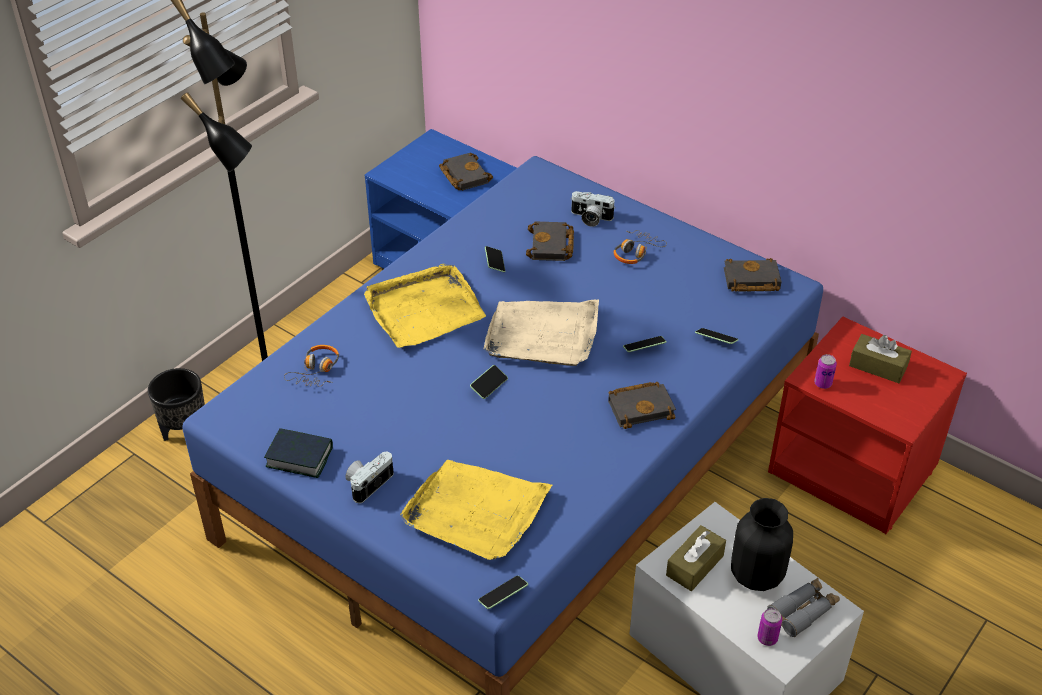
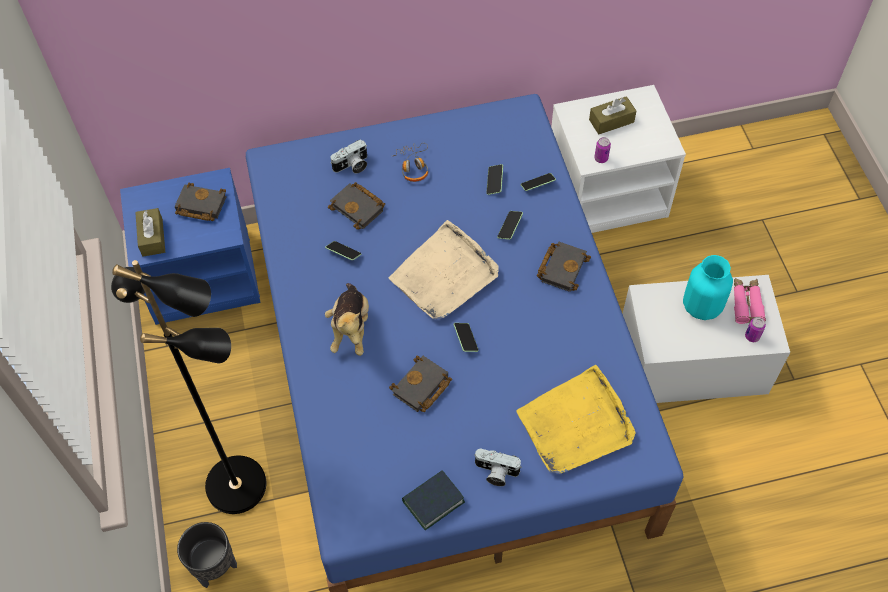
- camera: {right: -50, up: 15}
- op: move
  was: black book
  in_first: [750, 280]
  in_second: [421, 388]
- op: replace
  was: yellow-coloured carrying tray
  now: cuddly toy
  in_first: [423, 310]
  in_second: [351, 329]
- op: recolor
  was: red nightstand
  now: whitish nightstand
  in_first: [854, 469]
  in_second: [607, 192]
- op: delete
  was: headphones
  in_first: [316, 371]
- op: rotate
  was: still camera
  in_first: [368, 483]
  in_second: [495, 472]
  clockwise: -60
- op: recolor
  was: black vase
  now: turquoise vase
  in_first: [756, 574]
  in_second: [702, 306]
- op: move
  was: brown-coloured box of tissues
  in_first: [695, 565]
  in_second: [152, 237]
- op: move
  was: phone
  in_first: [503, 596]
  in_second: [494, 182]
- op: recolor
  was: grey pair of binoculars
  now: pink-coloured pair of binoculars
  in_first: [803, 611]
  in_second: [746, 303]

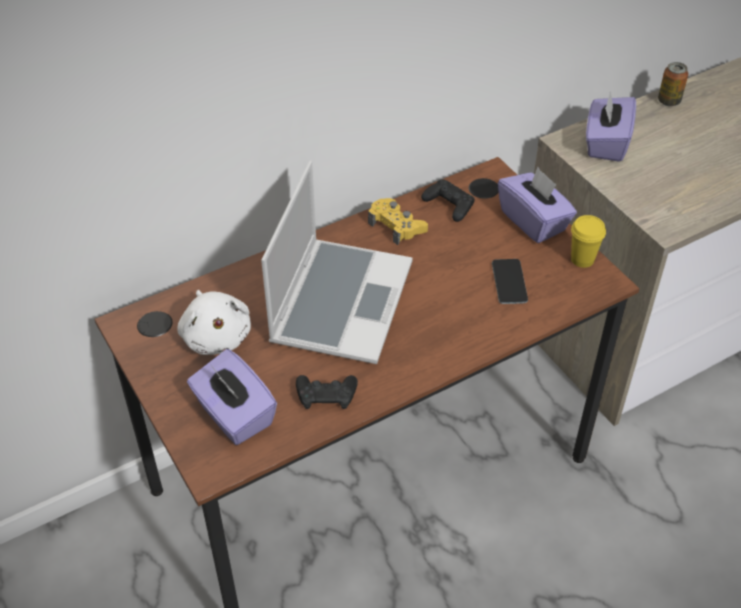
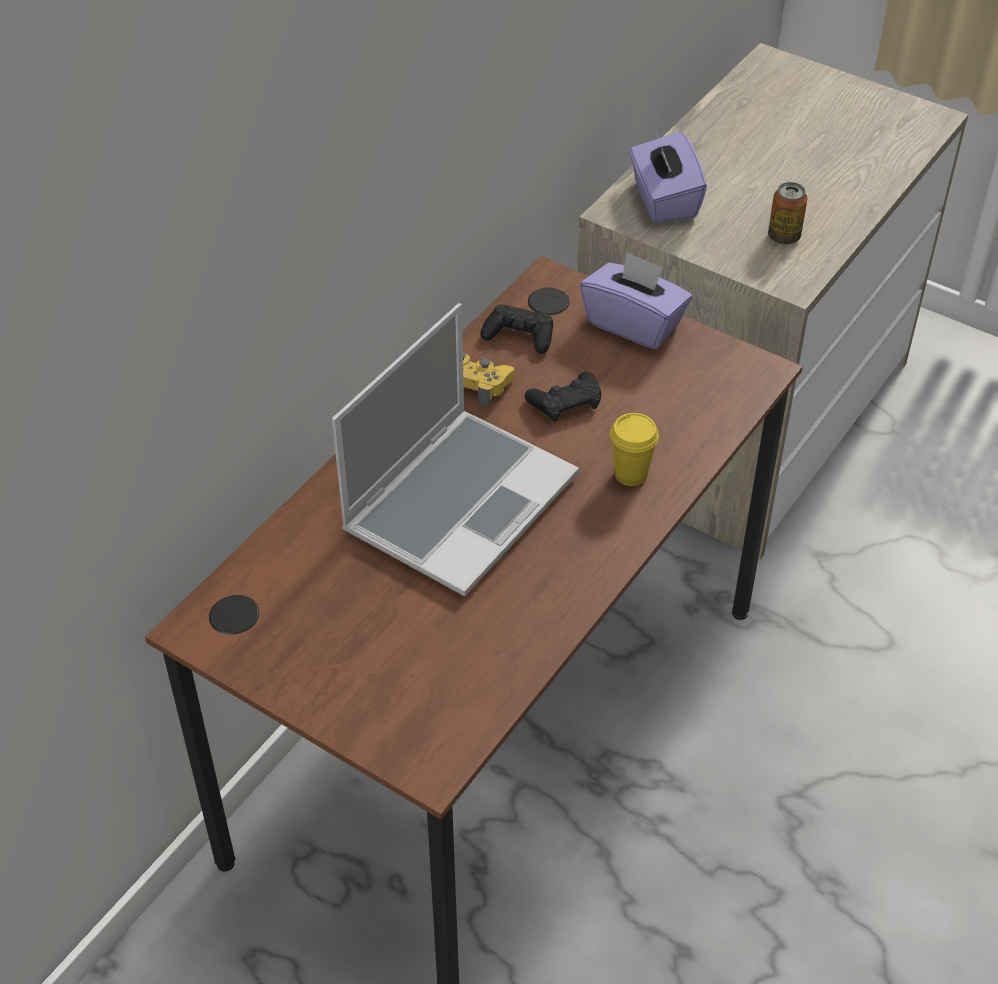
- camera: {right: -25, up: 0}
- op: move
  was: can
  in_first: [669, 101]
  in_second: [784, 237]
- op: rotate
  was: portable computer
  in_first: [340, 301]
  in_second: [460, 501]
  clockwise: 45
- op: move
  was: yellow-coloured small cup
  in_first: [582, 259]
  in_second: [630, 474]
- op: delete
  was: phone
  in_first: [509, 282]
- op: delete
  was: whitish cuddly toy
  in_first: [216, 335]
- op: delete
  was: purple box of tissues
  in_first: [234, 415]
- op: move
  was: black game controller
  in_first: [326, 395]
  in_second: [565, 403]

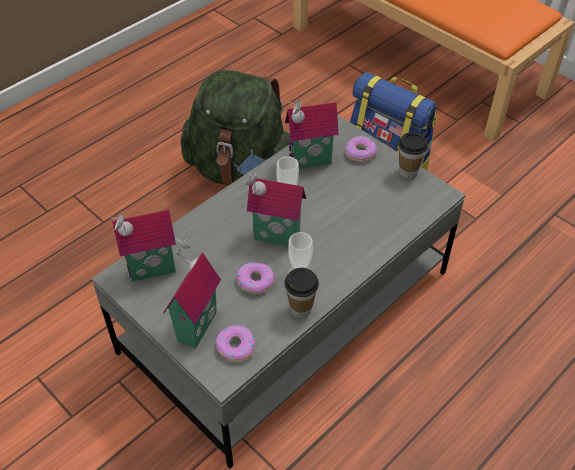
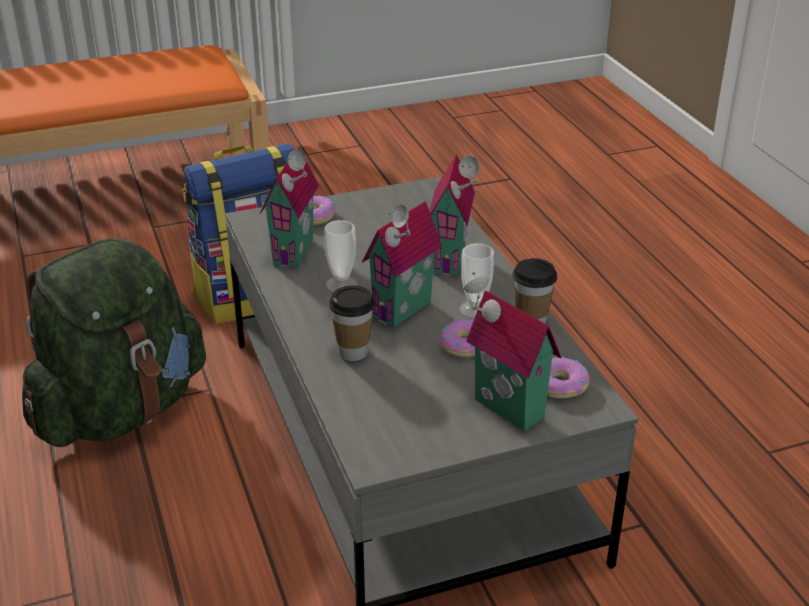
- camera: {right: -65, up: -15}
- op: move
  was: small cup
  in_first: [408, 172]
  in_second: [353, 352]
- op: move
  was: model house
  in_first: [152, 272]
  in_second: [453, 261]

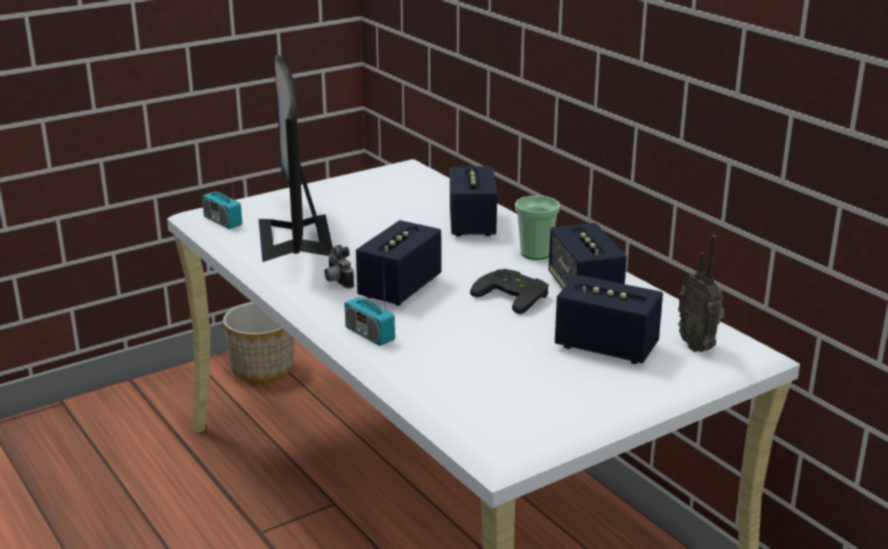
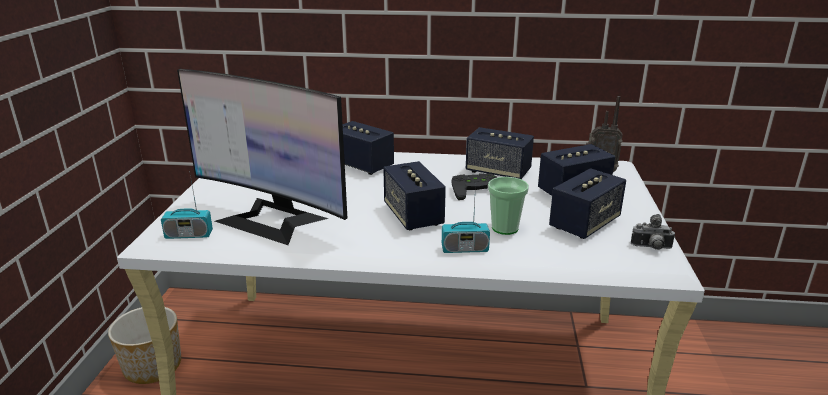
- camera: {right: -50, up: 0}
- op: move
  was: small cup
  in_first: [535, 253]
  in_second: [505, 228]
- op: move
  was: still camera
  in_first: [337, 282]
  in_second: [651, 248]
- op: insert
  now: audio speaker
  in_second: [584, 224]

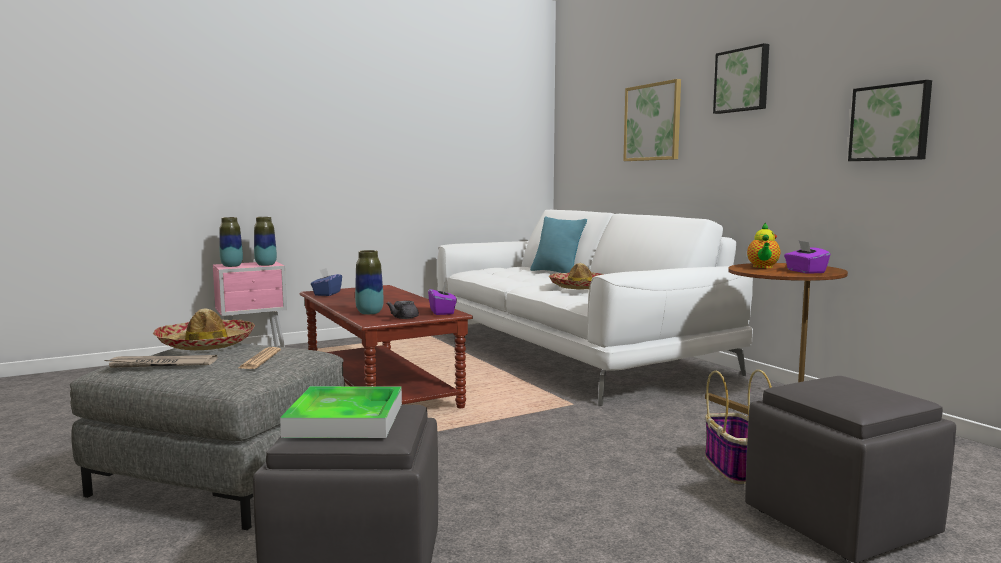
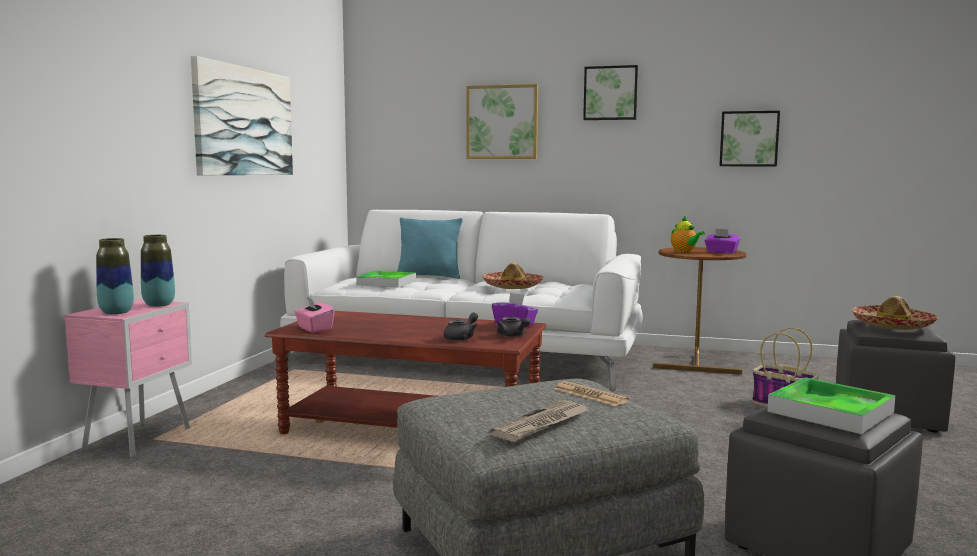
- camera: {right: -45, up: 0}
- op: replace
  was: vase
  now: grey tea pot
  in_first: [369, 313]
  in_second: [462, 338]
- op: recolor
  was: bluish box of tissues
  now: pink-coloured box of tissues
  in_first: [327, 294]
  in_second: [314, 329]
- op: move
  was: wearable hat
  in_first: [206, 344]
  in_second: [893, 325]
- op: insert
  now: picture
  in_second: [244, 121]
- op: insert
  now: carrying tray
  in_second: [386, 283]

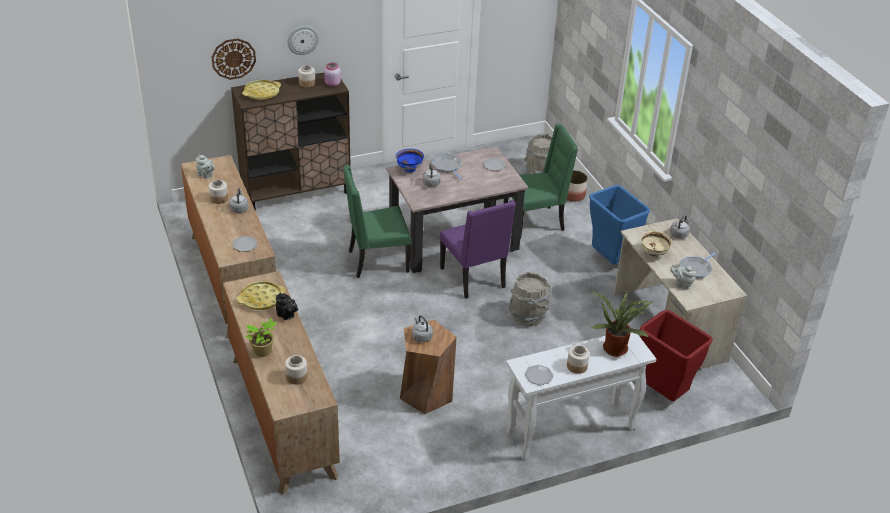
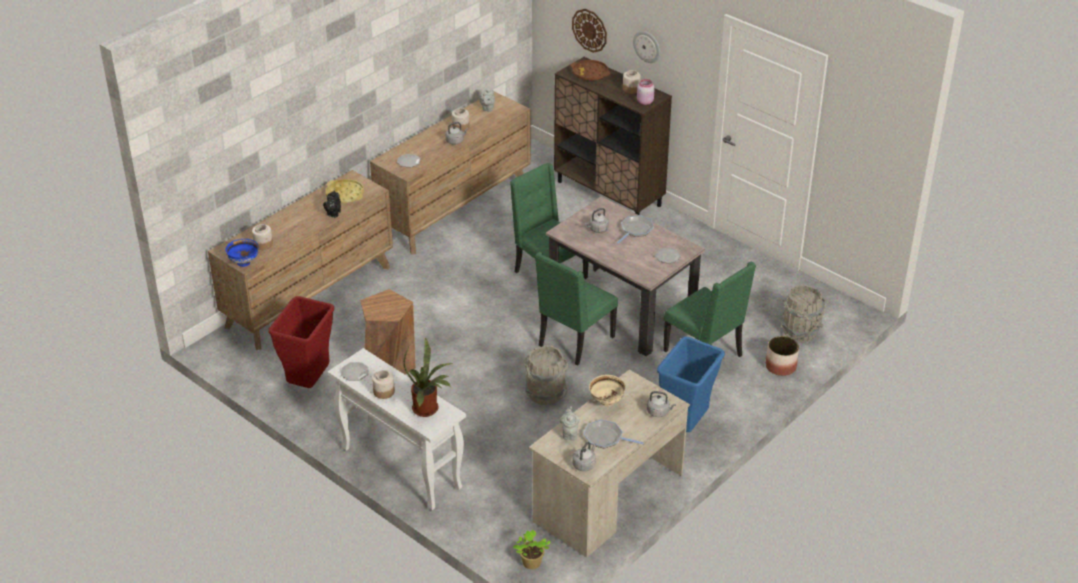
- camera: {right: 65, up: 0}
- op: recolor
  was: yellow-coloured carrying tray
  now: brown-coloured carrying tray
  in_first: [262, 93]
  in_second: [590, 73]
- op: move
  was: bluish serving bowl
  in_first: [409, 169]
  in_second: [243, 262]
- op: recolor
  was: purple plain chair
  now: green-coloured plain chair
  in_first: [474, 278]
  in_second: [574, 342]
- op: move
  was: red rubbish bin
  in_first: [662, 394]
  in_second: [309, 382]
- op: move
  was: grey tea kettle
  in_first: [421, 336]
  in_second: [584, 464]
- op: move
  was: houseplant
  in_first: [263, 352]
  in_second: [531, 564]

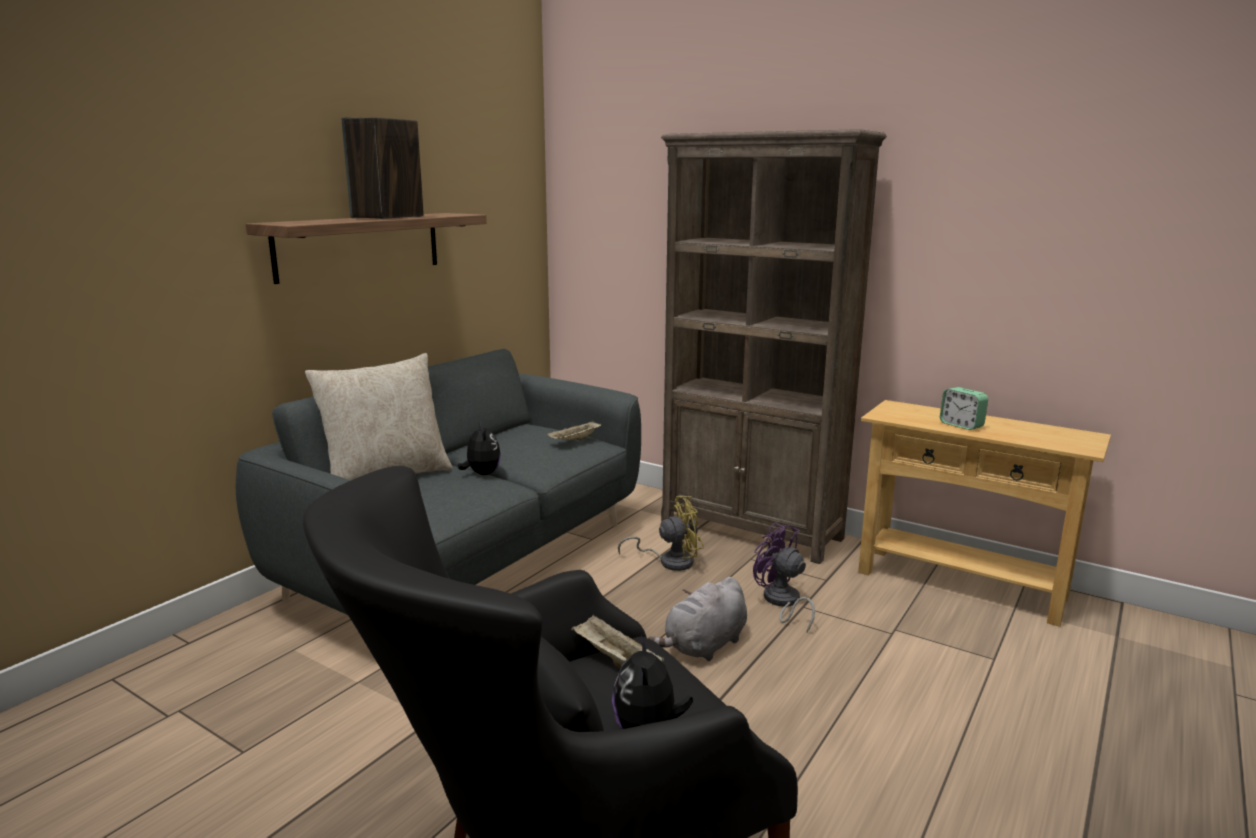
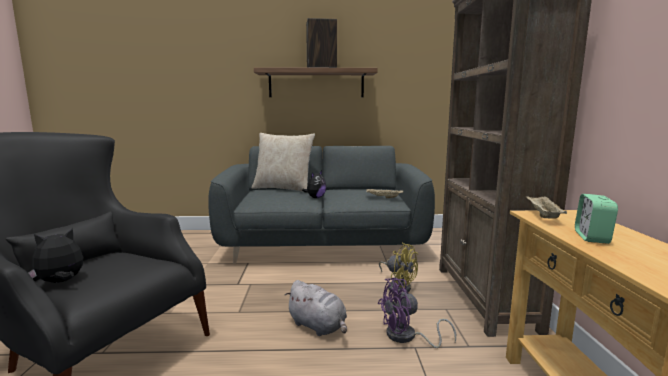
- camera: {right: 55, up: -5}
- op: rotate
  was: purple cooling fan
  in_first: [781, 602]
  in_second: [407, 337]
  clockwise: -120
- op: rotate
  was: grey cuddly toy
  in_first: [704, 646]
  in_second: [318, 326]
  clockwise: -150
- op: move
  was: beige carrying tray
  in_first: [614, 659]
  in_second: [542, 215]

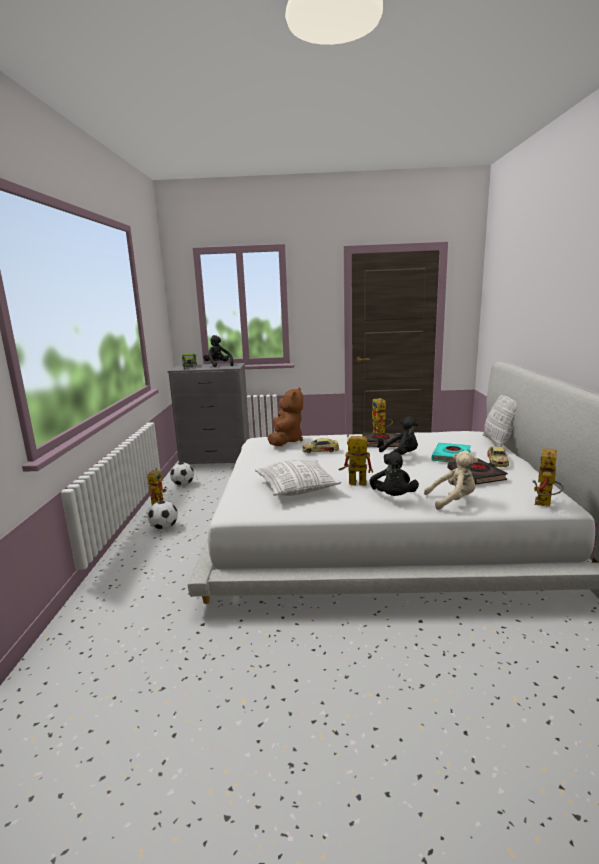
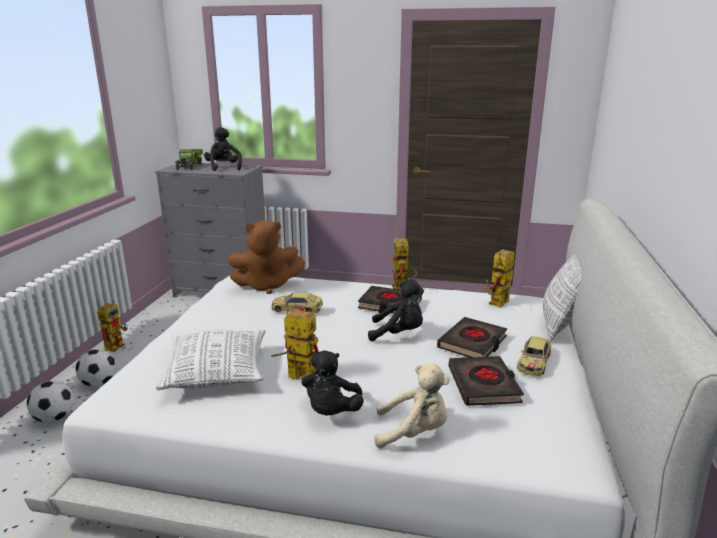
- camera: {right: 10, up: 5}
- op: rotate
  was: brown-coloured cuddly toy
  in_first: [286, 441]
  in_second: [267, 286]
  clockwise: 60
- op: recolor
  was: turquoise book
  now: black book
  in_first: [452, 456]
  in_second: [472, 343]
- op: move
  was: robot figure
  in_first: [545, 504]
  in_second: [498, 305]
- op: move
  was: football
  in_first: [183, 485]
  in_second: [54, 418]

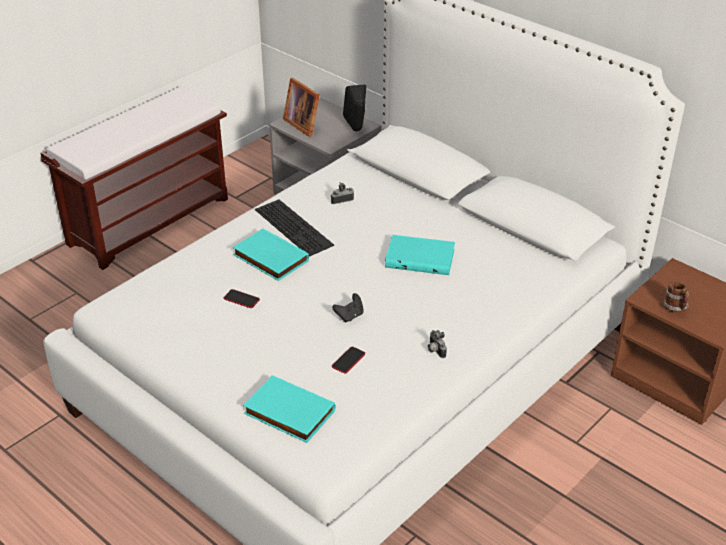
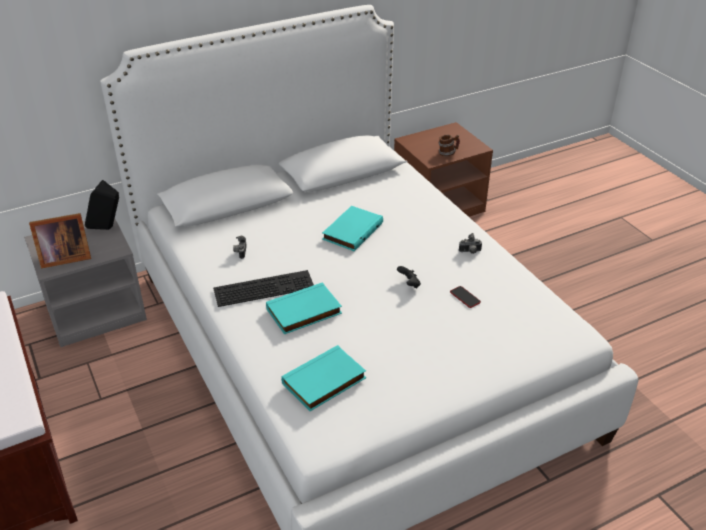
- camera: {right: -70, up: 0}
- op: delete
  was: phone
  in_first: [241, 299]
- op: move
  was: turquoise book
  in_first: [287, 413]
  in_second: [324, 382]

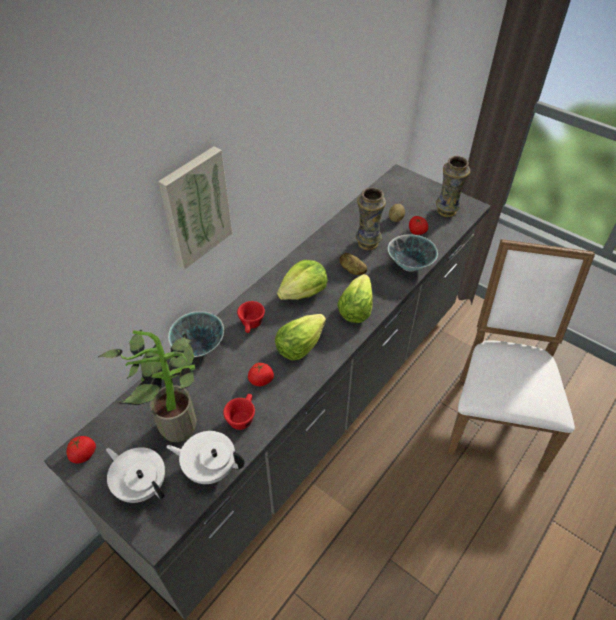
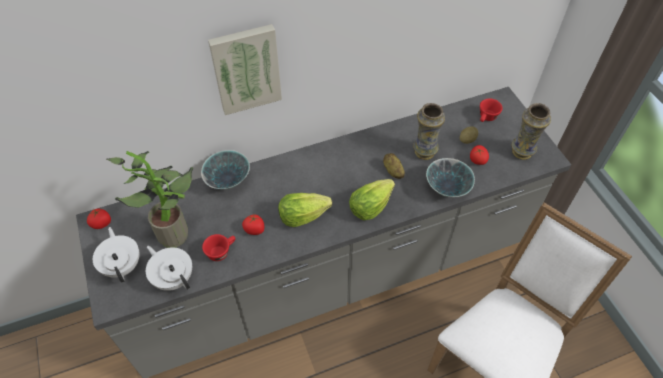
- camera: {right: 30, up: 5}
- op: delete
  was: lettuce
  in_first: [303, 292]
- op: move
  was: red small cup
  in_first: [251, 325]
  in_second: [486, 118]

